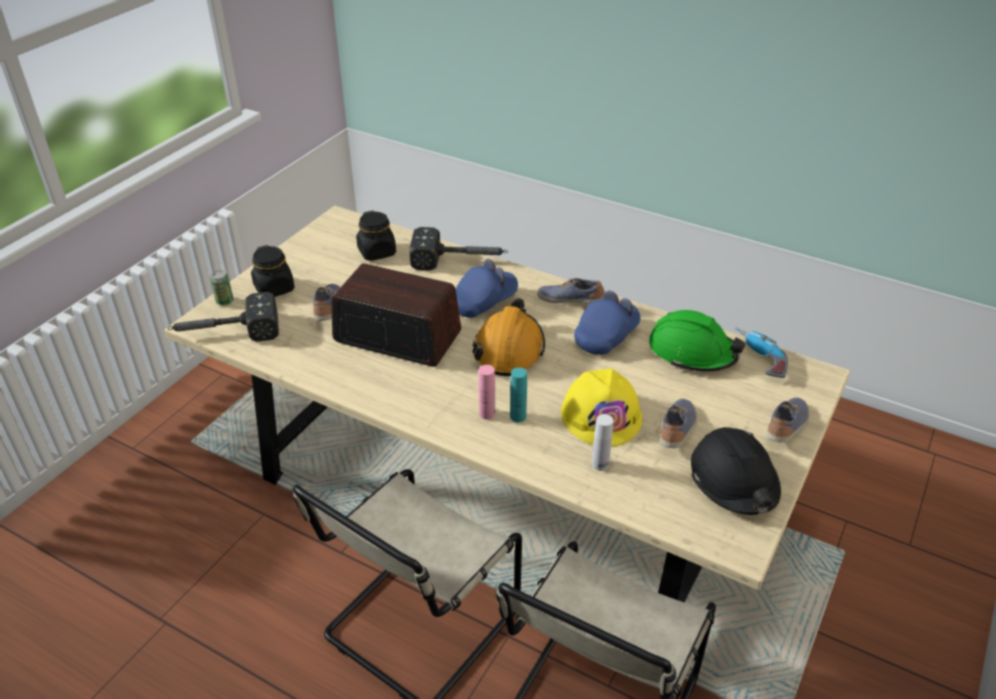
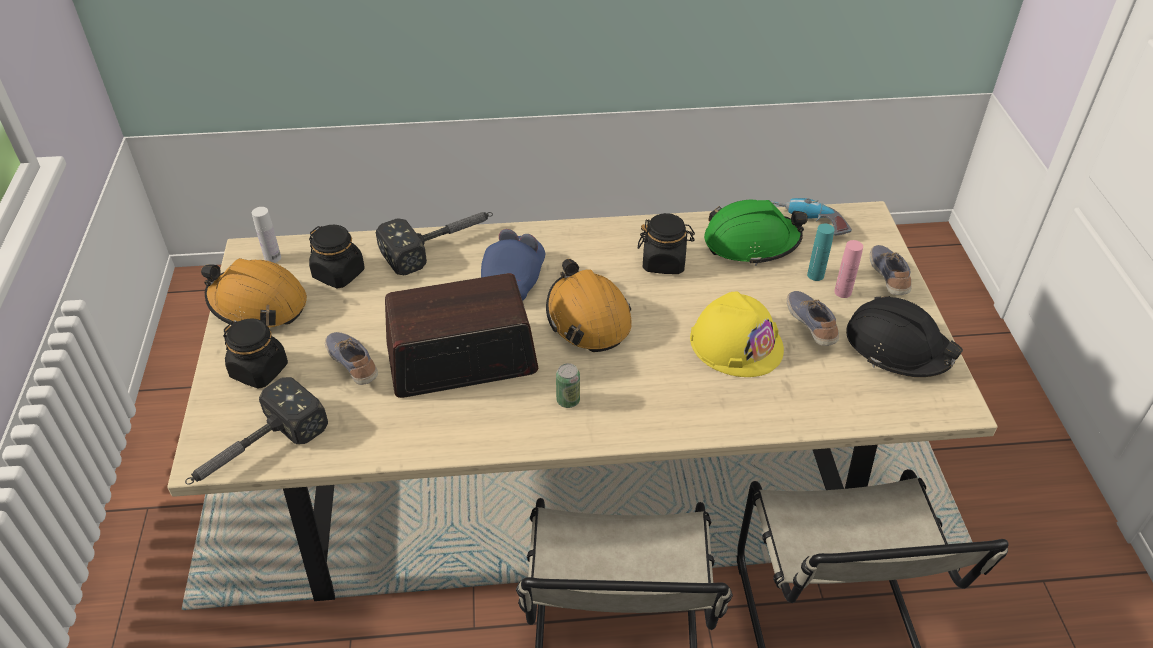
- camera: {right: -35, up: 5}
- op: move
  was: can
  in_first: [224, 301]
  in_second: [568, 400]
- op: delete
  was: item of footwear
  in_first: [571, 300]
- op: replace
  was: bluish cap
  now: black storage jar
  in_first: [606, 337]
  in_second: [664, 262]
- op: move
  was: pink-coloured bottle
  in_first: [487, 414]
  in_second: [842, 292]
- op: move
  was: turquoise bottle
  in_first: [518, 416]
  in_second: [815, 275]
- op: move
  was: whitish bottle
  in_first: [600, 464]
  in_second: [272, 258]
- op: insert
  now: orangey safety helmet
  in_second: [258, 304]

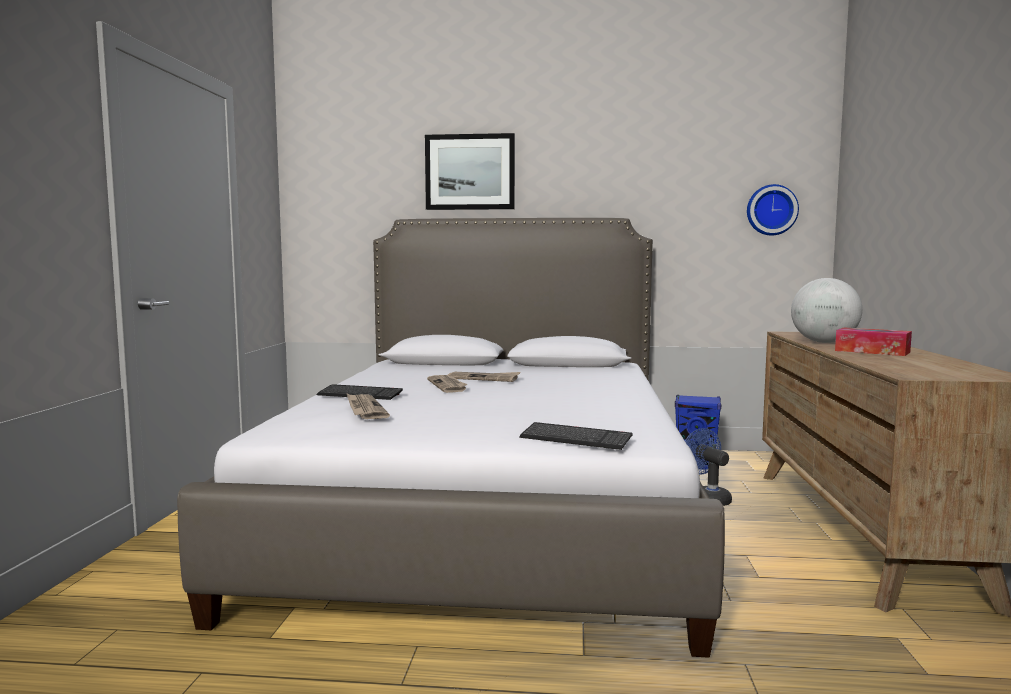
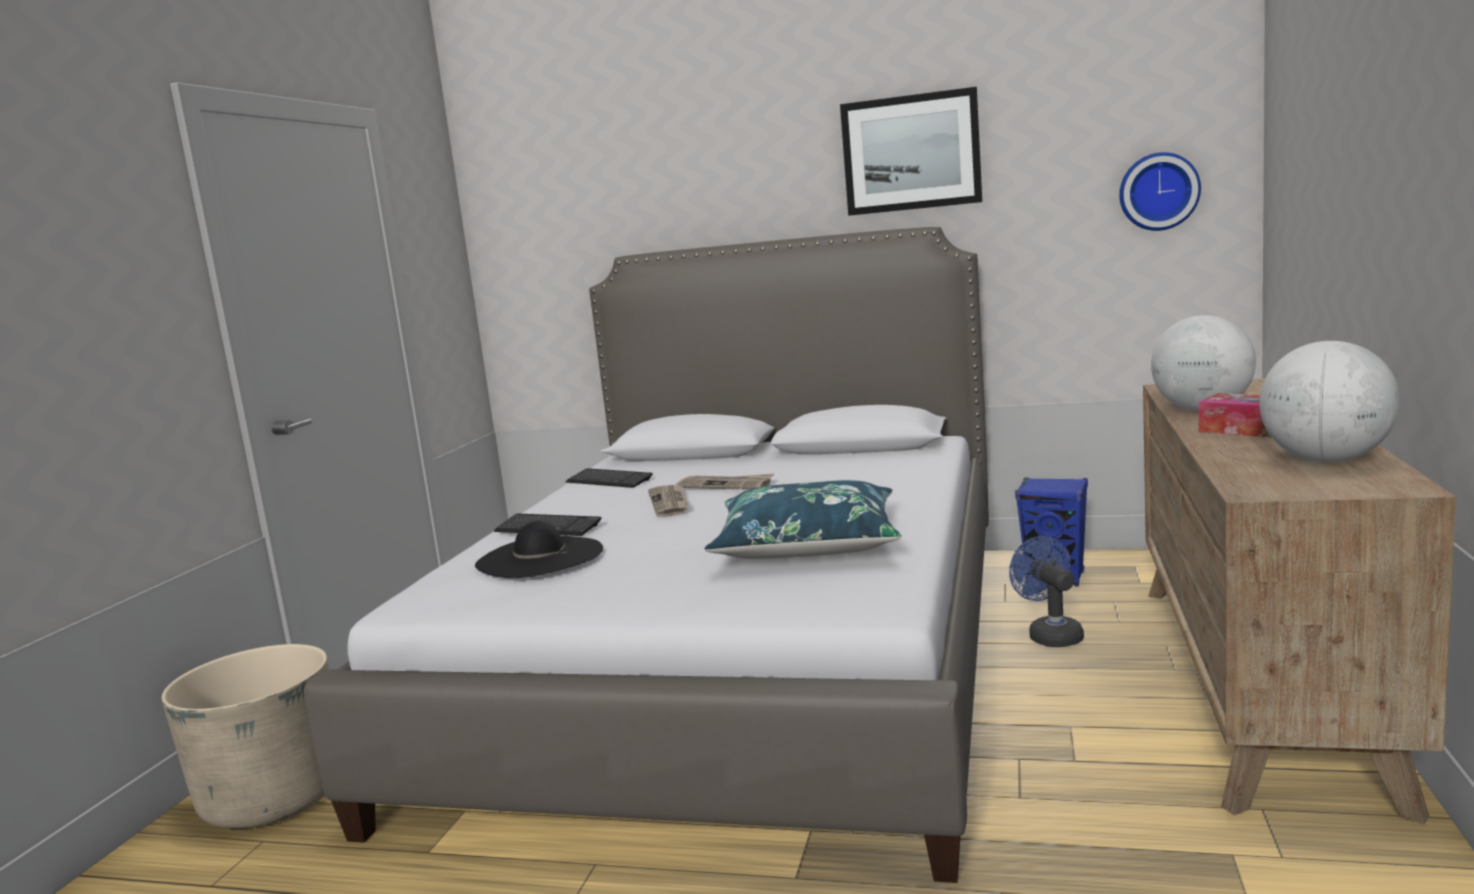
- camera: {right: 10, up: 5}
- op: move
  was: picture
  in_first: [470, 172]
  in_second: [911, 153]
- op: replace
  was: daily paper
  now: black wearable hat
  in_first: [364, 409]
  in_second: [539, 557]
- op: move
  was: computer keyboard
  in_first: [575, 439]
  in_second: [609, 480]
- op: insert
  now: globe
  in_second: [1326, 461]
- op: insert
  now: bluish throw pillow
  in_second: [807, 545]
- op: insert
  now: beige flower pot
  in_second: [273, 798]

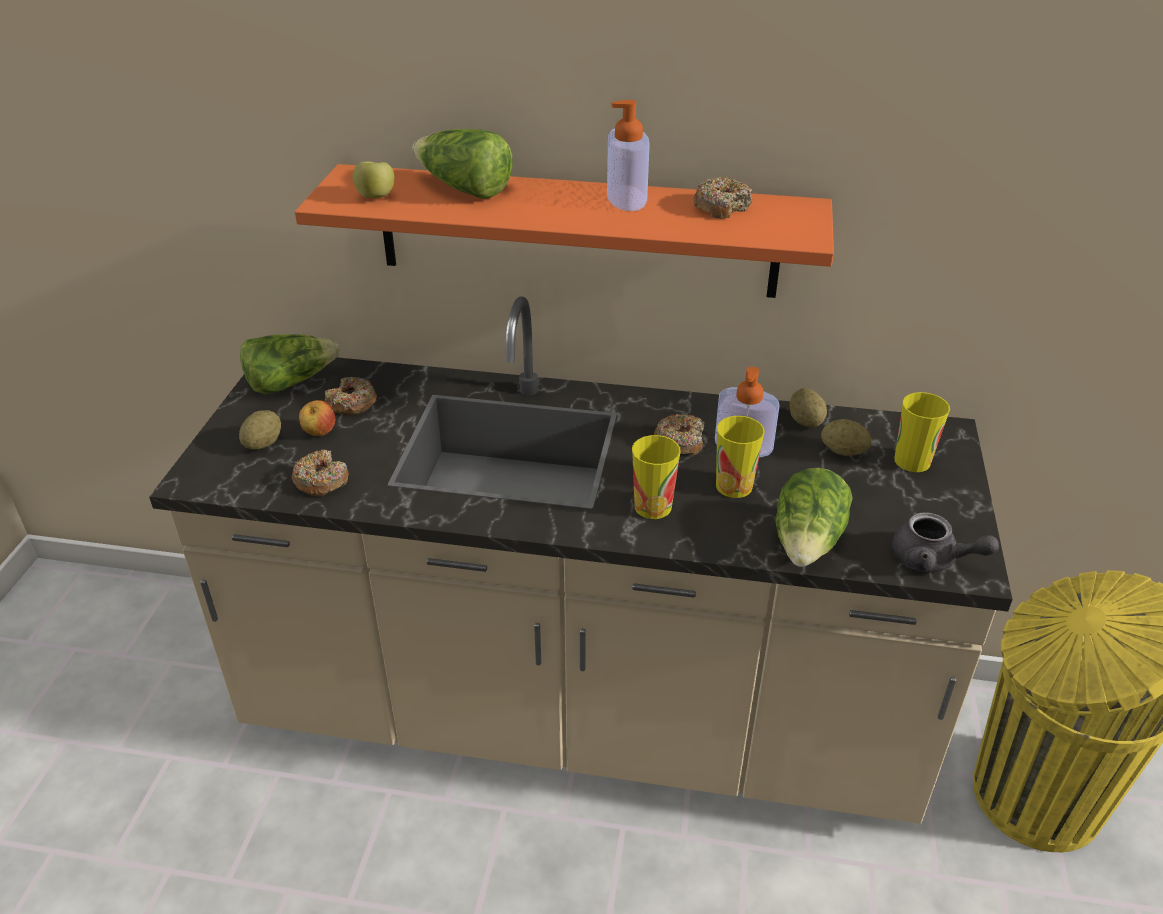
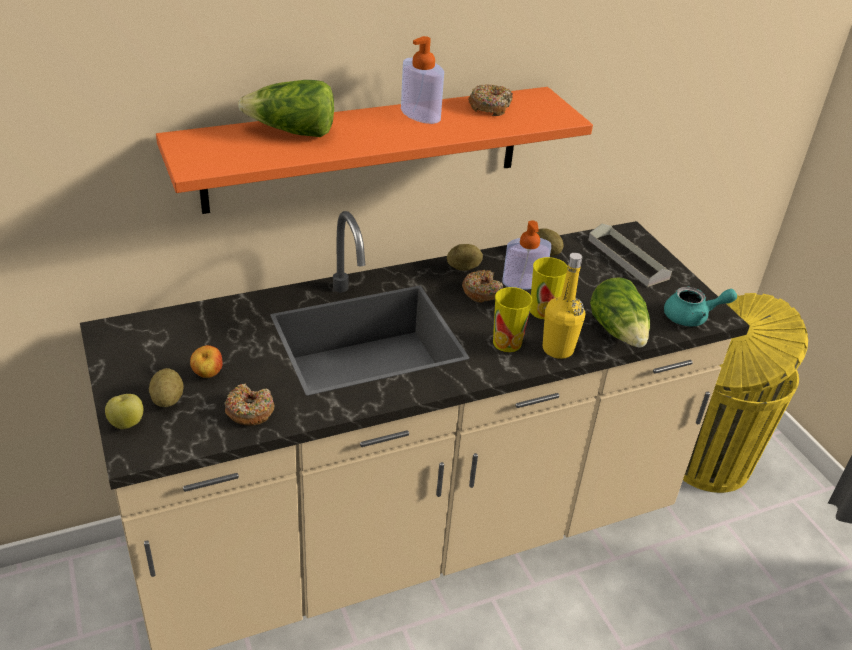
- camera: {right: -35, up: 0}
- op: move
  was: apple fruit
  in_first: [376, 197]
  in_second: [127, 423]
- op: delete
  was: lettuce
  in_first: [290, 382]
- op: delete
  was: donut
  in_first: [352, 403]
- op: replace
  was: small cup
  now: grey carrying tray
  in_first: [912, 461]
  in_second: [627, 259]
- op: move
  was: potato
  in_first: [843, 451]
  in_second: [463, 268]
- op: recolor
  was: grey tea pot
  now: turquoise tea pot
  in_first: [932, 560]
  in_second: [692, 317]
- op: insert
  now: yellow-coloured bottle
  in_second: [558, 349]

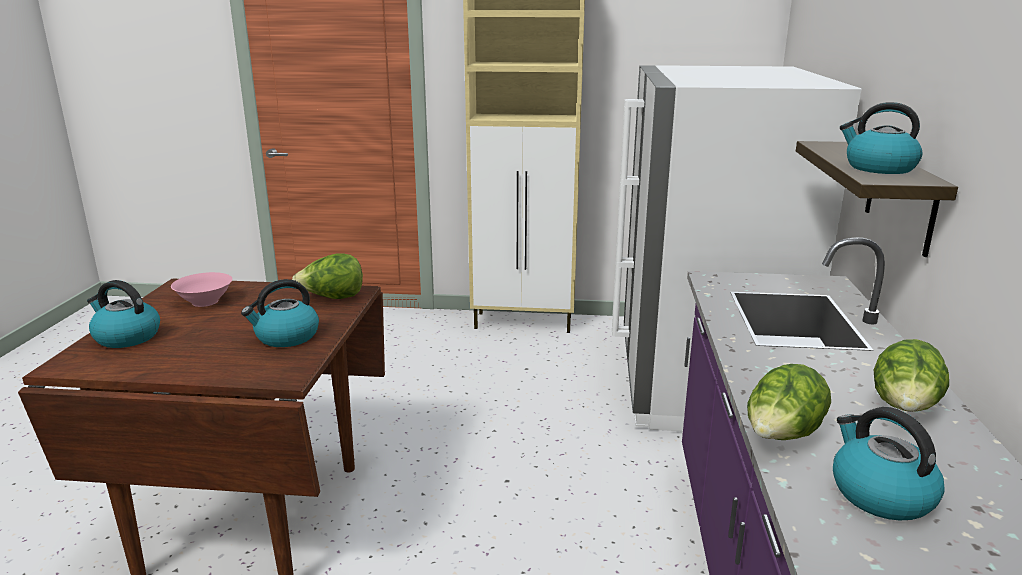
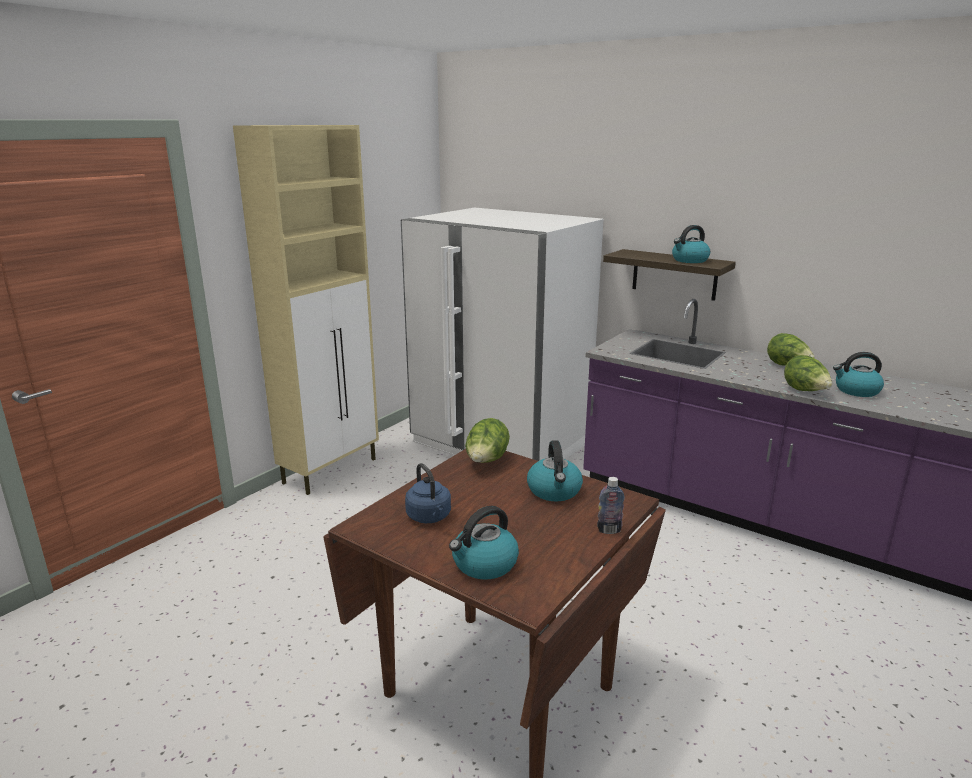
- camera: {right: -60, up: 0}
- op: replace
  was: pink-coloured serving bowl
  now: bluish tea kettle
  in_first: [205, 302]
  in_second: [429, 517]
- op: insert
  now: bottle
  in_second: [609, 530]

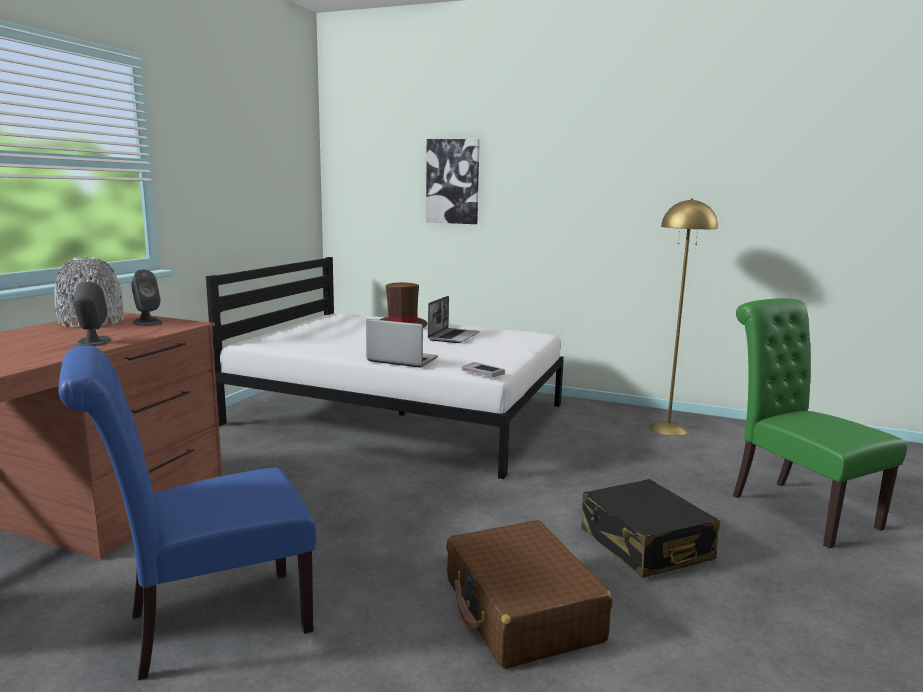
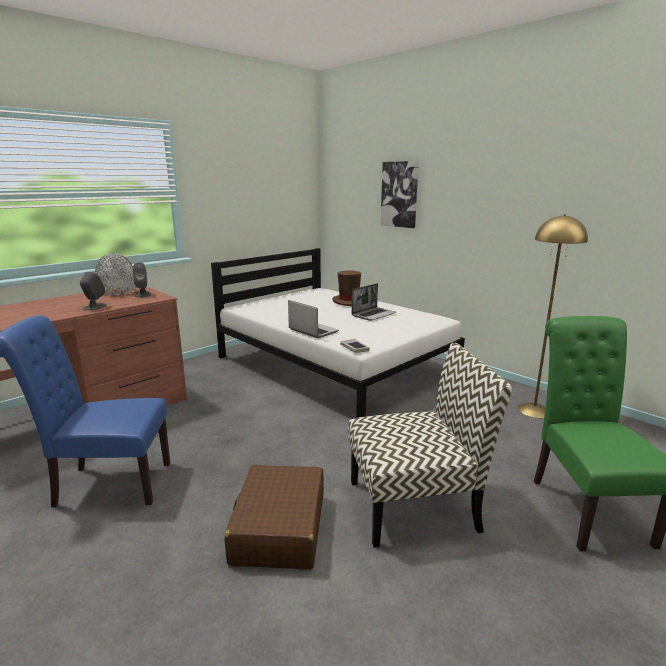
- camera: {right: 25, up: 5}
- op: replace
  was: black travel case
  now: plain chair
  in_first: [645, 545]
  in_second: [414, 504]

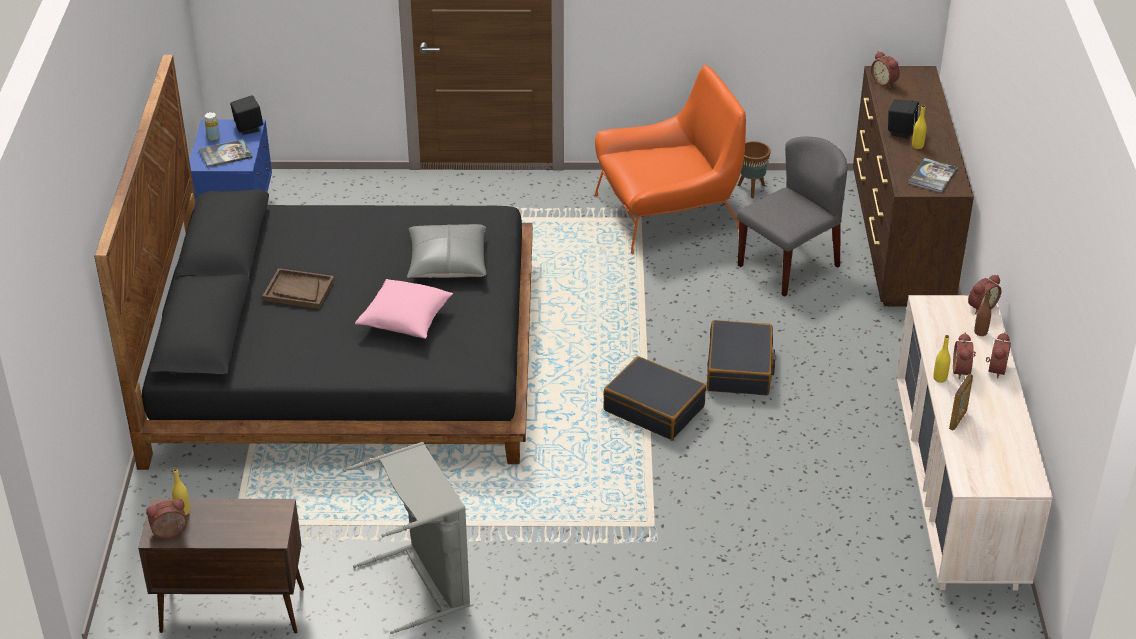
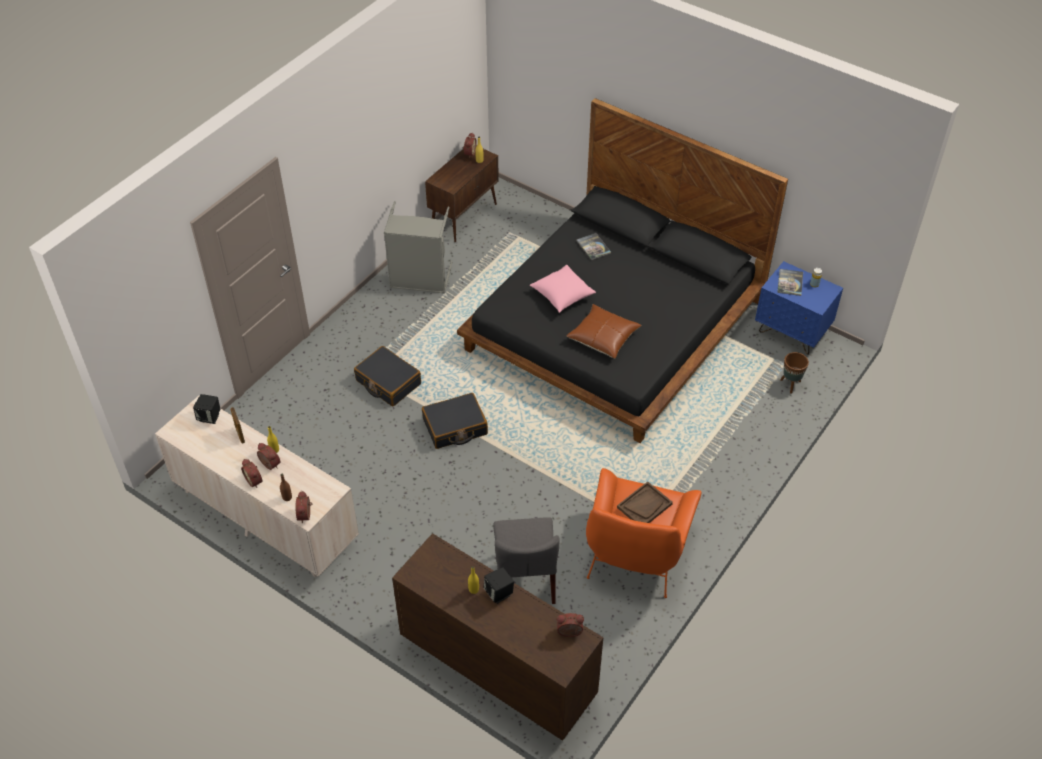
- camera: {right: 125, up: 10}
- op: move
  was: black audio speaker
  in_first: [248, 128]
  in_second: [210, 417]
- op: move
  was: brown-coloured flower pot
  in_first: [751, 189]
  in_second: [790, 385]
- op: move
  was: book
  in_first: [932, 176]
  in_second: [593, 247]
- op: recolor
  was: grey throw pillow
  now: brown-coloured throw pillow
  in_first: [447, 262]
  in_second: [603, 337]
- op: move
  was: brown-coloured carrying tray
  in_first: [298, 290]
  in_second: [644, 506]
- op: move
  was: black travel case
  in_first: [740, 368]
  in_second: [388, 382]

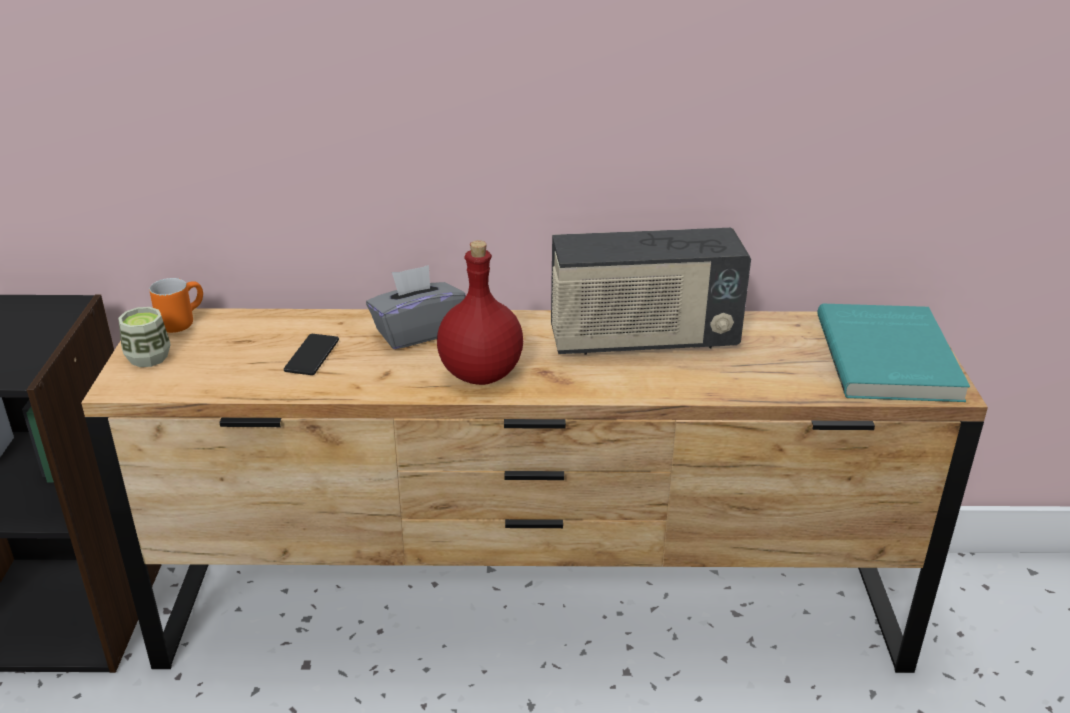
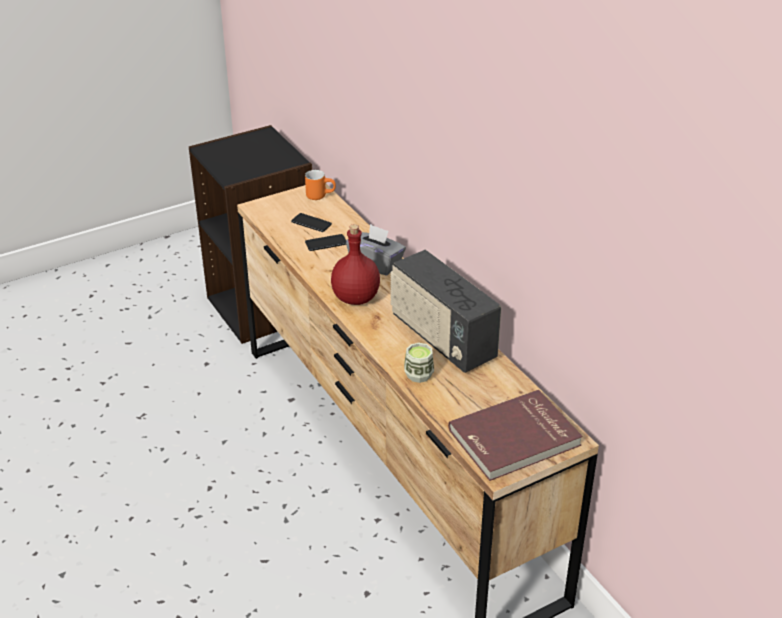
- camera: {right: 60, up: 5}
- op: recolor
  was: turquoise book
  now: red book
  in_first: [890, 358]
  in_second: [515, 439]
- op: move
  was: small cup
  in_first: [148, 357]
  in_second: [419, 375]
- op: insert
  now: phone
  in_second: [311, 223]

